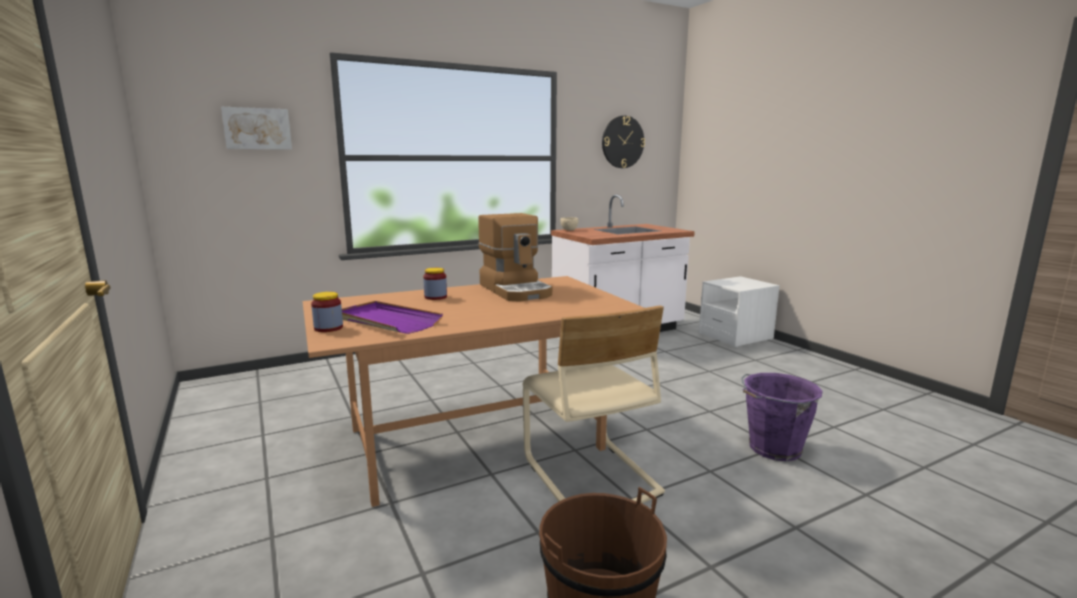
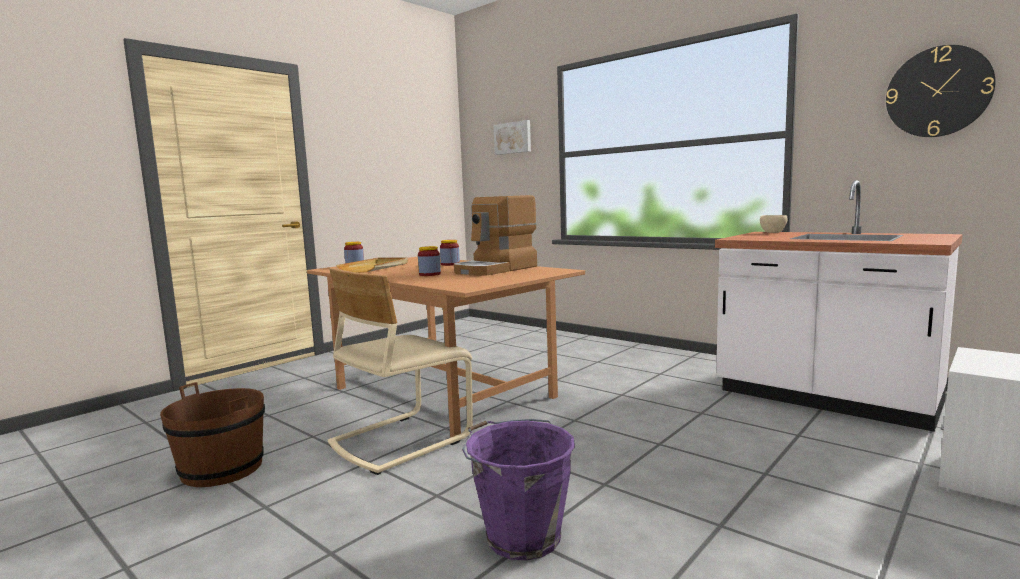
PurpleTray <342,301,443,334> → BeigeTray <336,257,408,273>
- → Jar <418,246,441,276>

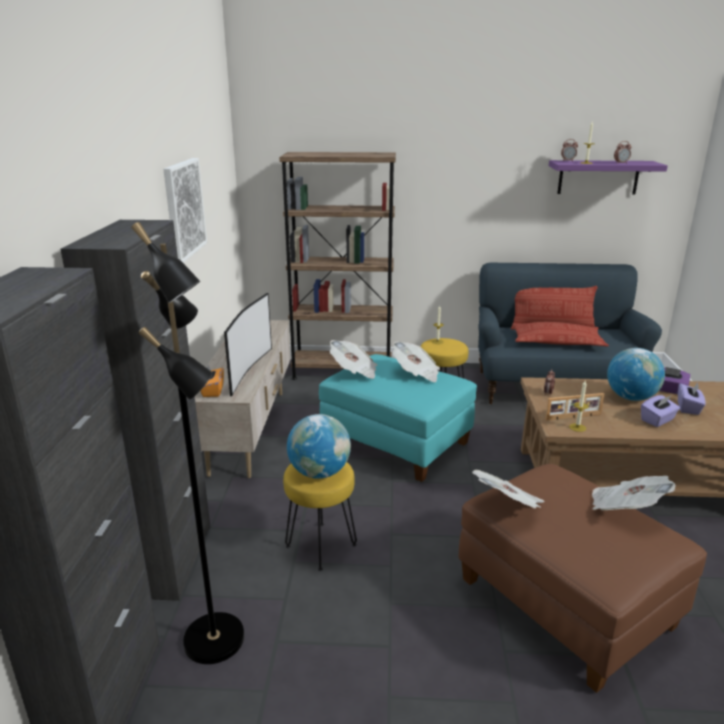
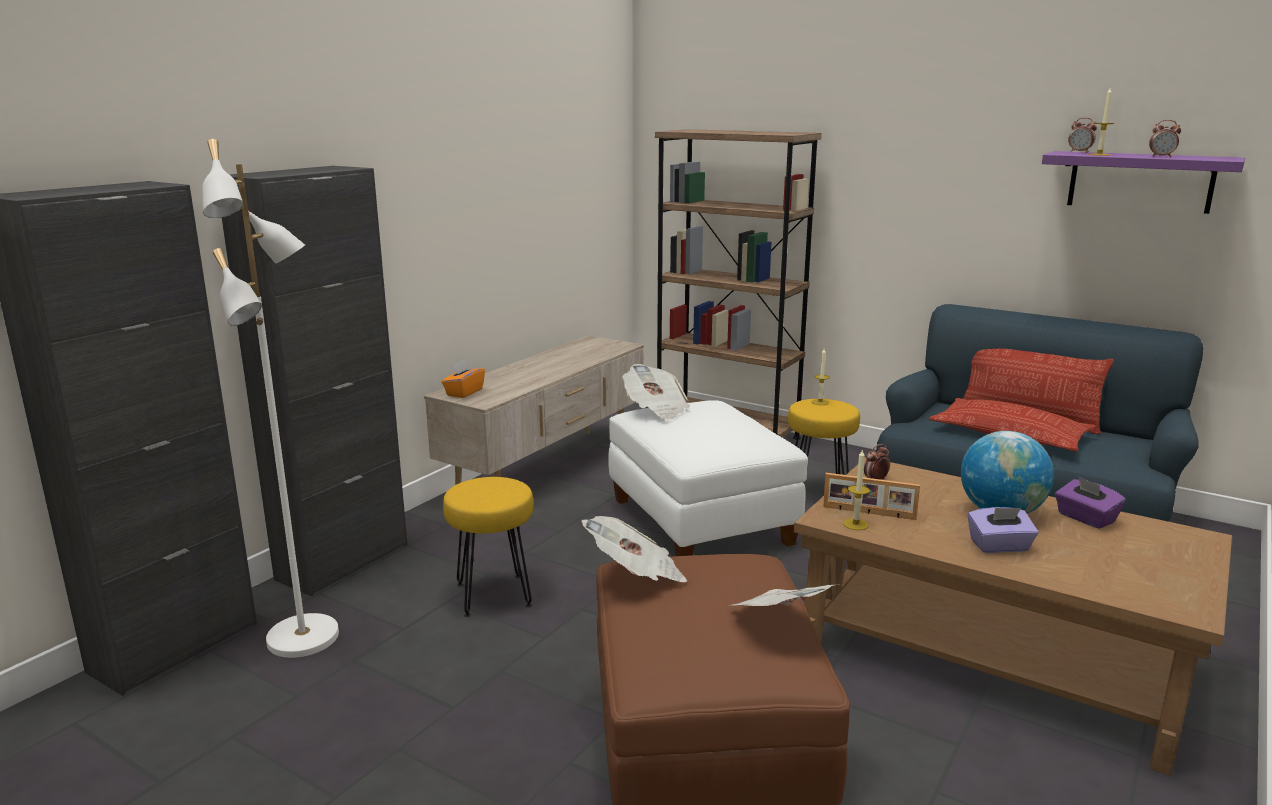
BlackFloorLamp <131,222,244,664> → WhiteFloorLamp <202,139,339,658>
TurquoiseOttoman <319,354,477,482> → WhiteOttoman <609,400,808,556>
Picture <163,158,207,263> → -
Television <224,293,272,396> → -
Globe <287,414,351,479> → -
Newspaper <392,341,440,382> → -
PurpleTissueBox <678,382,706,415> → -

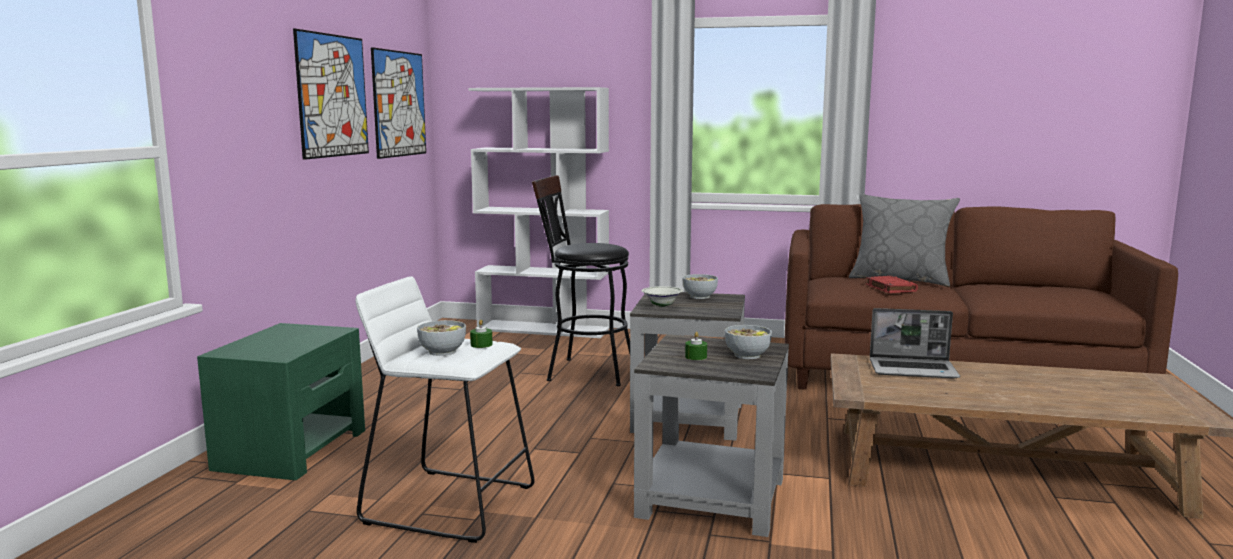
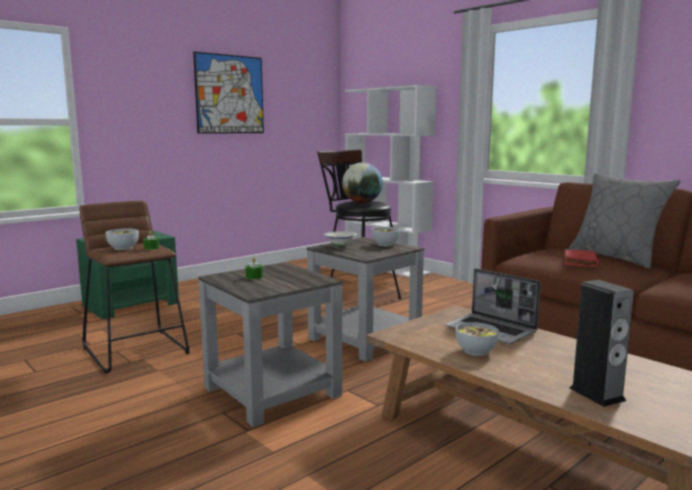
WhiteStool <355,276,535,543> → BrownStool <80,201,189,374>
- → Globe <342,162,383,203>
Bowl <725,325,772,359> → Bowl <456,322,499,356>, shifted
- → Speaker <570,280,634,407>
Picture <371,47,426,159> → -

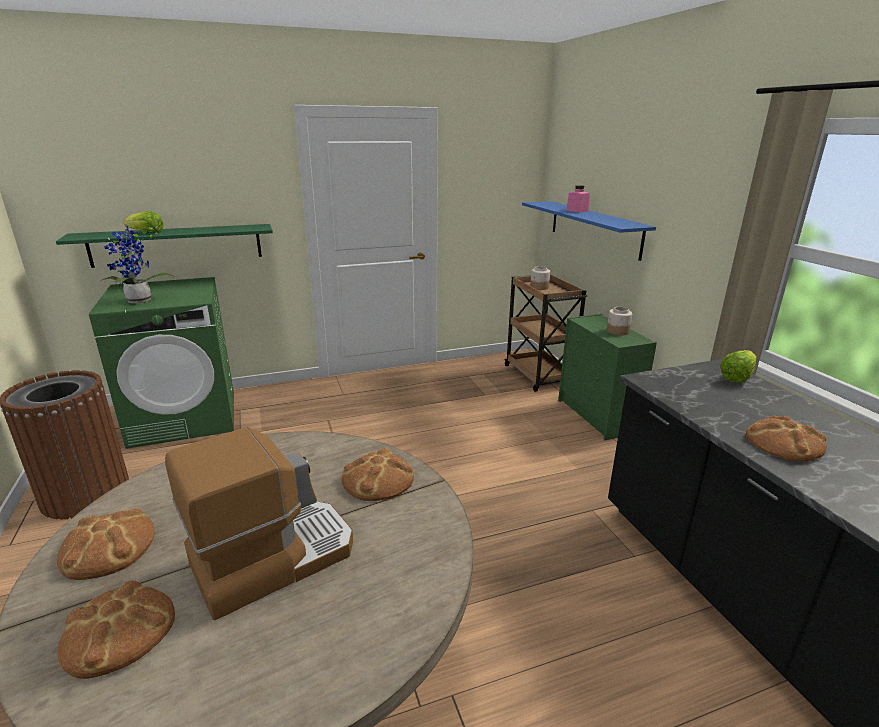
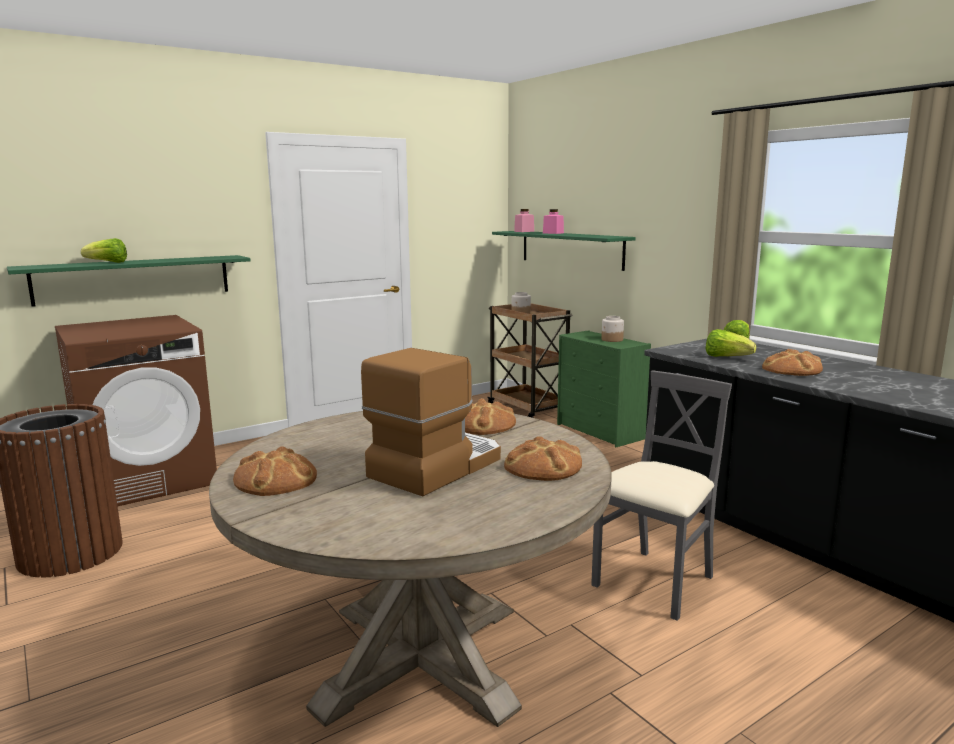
GreenWashingMachine <89,277,234,449> → BrownWashingMachine <55,315,217,506>
BlueShelf <522,201,656,261> → GreenShelf <492,231,636,271>
Bread <58,581,175,679> → Bread <504,436,582,481>, shifted
- → PinkJar <514,209,534,232>
- → GreyChair <591,371,732,620>
- → Lettuce <706,329,756,357>
PottedPlant <101,226,177,303> → -

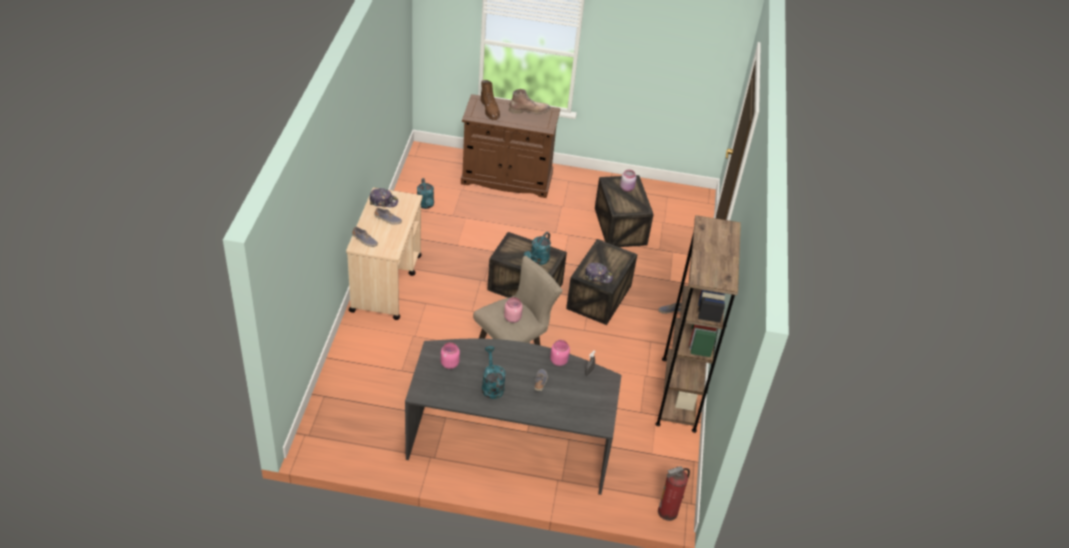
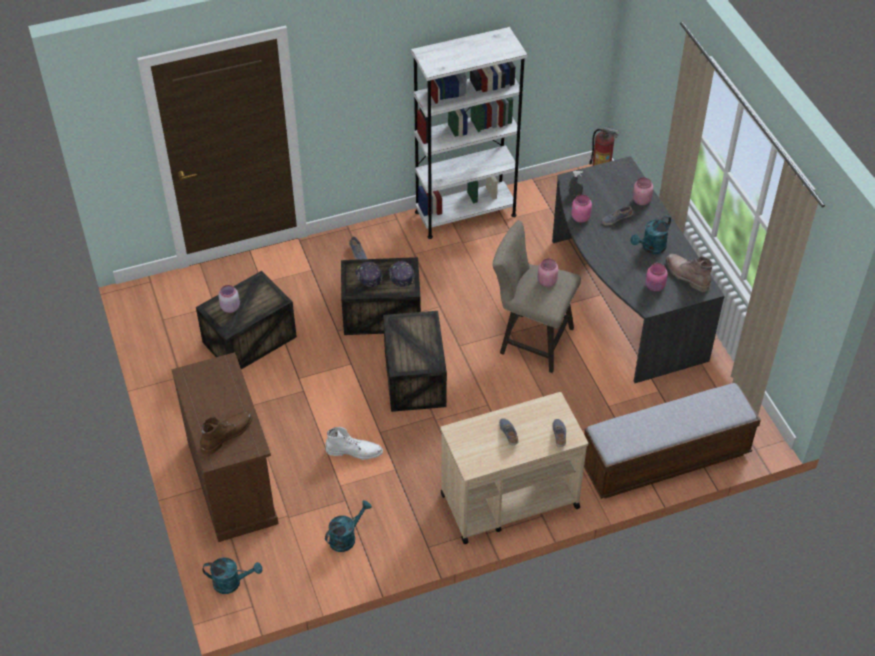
TurquoiseWateringCan <524,232,551,265> → TurquoiseWateringCan <203,557,262,594>, shifted
- → WhiteBoot <326,427,383,460>
Cap <369,188,398,207> → Cap <355,262,383,287>, shifted
BrownBookcase <655,215,741,433> → WhiteBookcase <411,27,527,239>
- → Bench <584,383,761,499>
- → PinkJar <633,177,653,205>
BrownBoot <509,89,550,115> → BrownBoot <666,254,713,292>, shifted

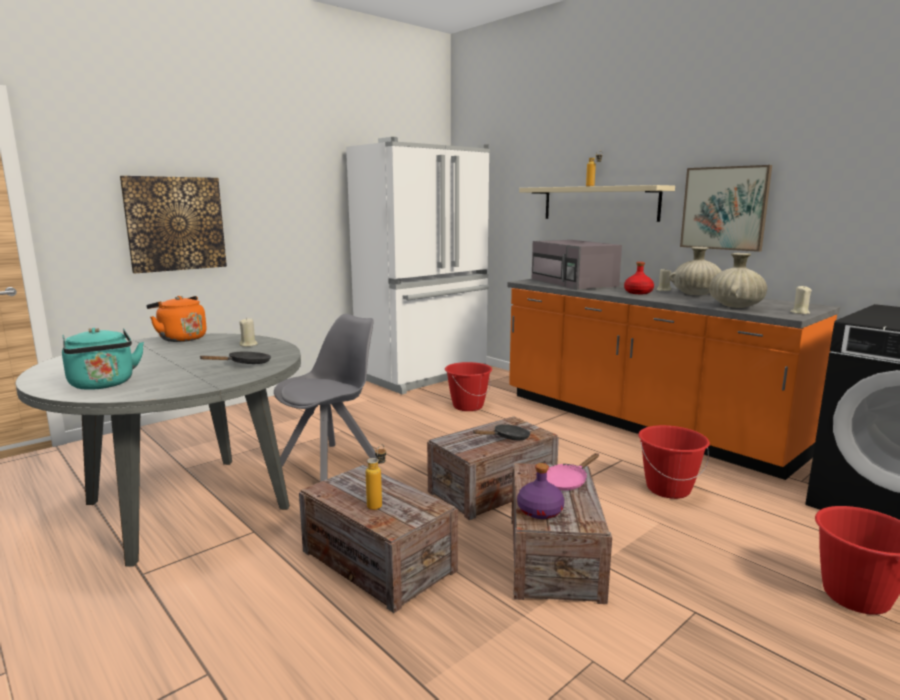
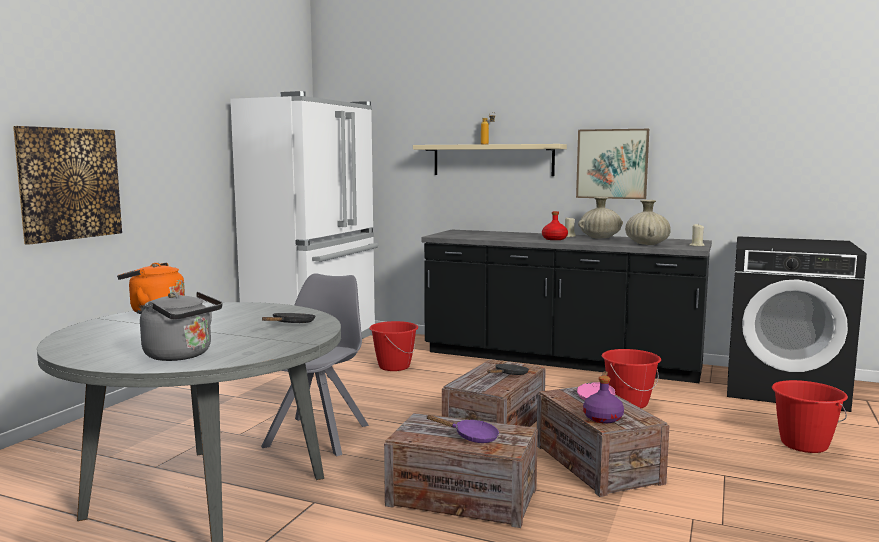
TurquoiseKettle <62,328,144,390> → GreyKettle <140,292,222,361>
OrangeCounter <507,279,840,480> → BlackCounter <421,230,712,383>
Bottle <366,444,386,510> → PurpleFryingPan <426,415,499,443>
BeigeCandle <239,317,258,347> → -
GreyMicrowave <532,240,622,290> → -

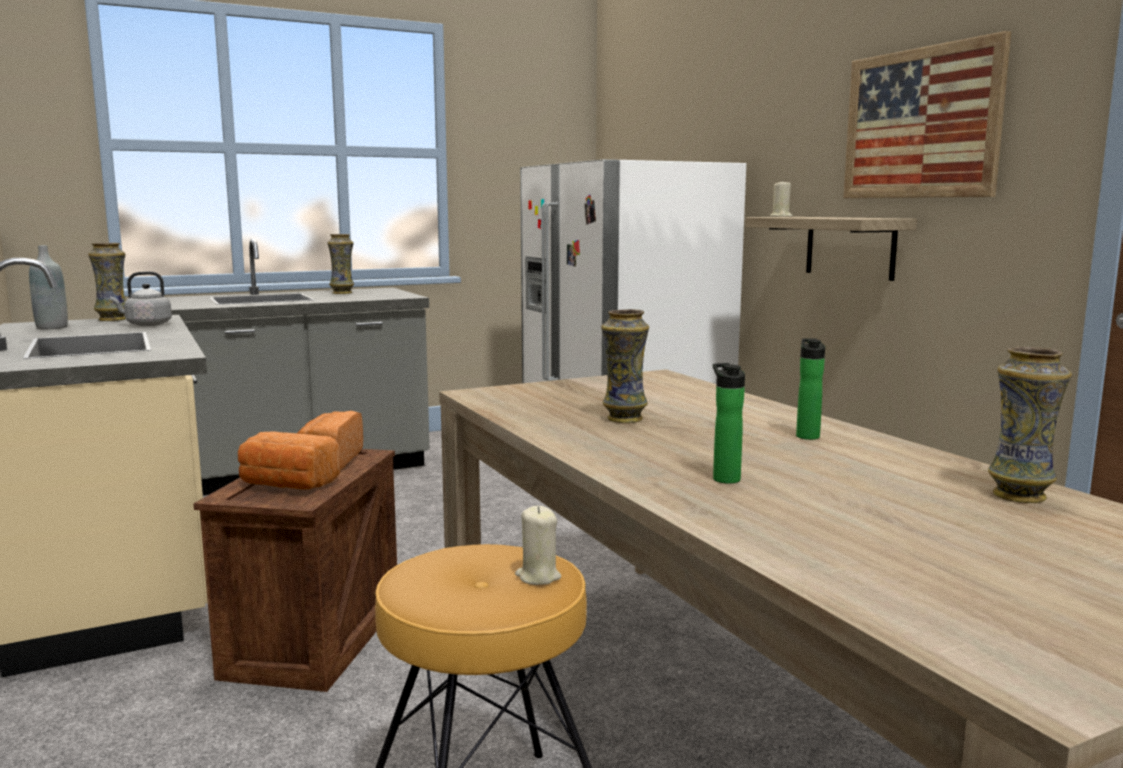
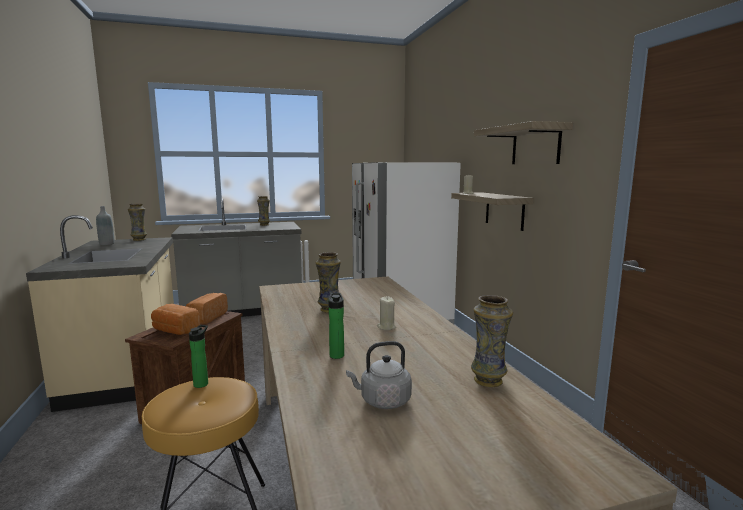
Bottle <796,338,825,440> → Bottle <189,325,208,388>, shifted
GreyKettle <110,271,172,326> → GreyKettle <346,341,412,409>, shifted
BeigeCandle <515,506,561,585> → BeigeCandle <377,297,396,330>, shifted
Picture <843,31,1011,198> → Shelf <474,121,573,164>

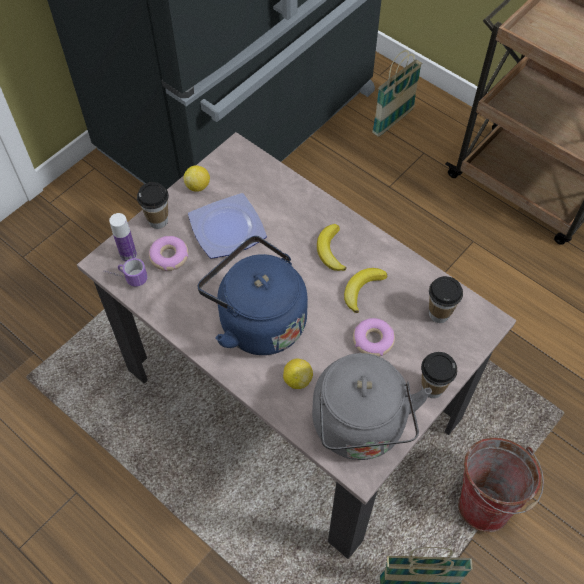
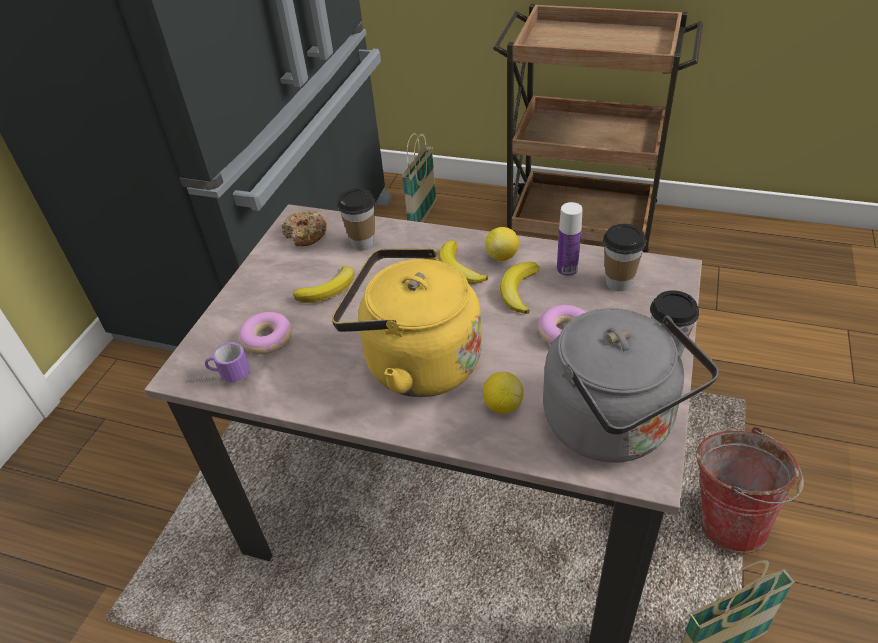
- → Donut <281,210,327,246>
Plate <188,193,267,259> → Banana <293,266,354,303>
BlueKettle <198,236,308,355> → YellowKettle <332,248,482,397>
Cup <137,182,169,229> → Cup <337,188,375,250>, shifted
Lemon <184,165,210,192> → Lemon <485,227,519,261>, shifted
Bottle <109,213,137,262> → Bottle <557,202,583,278>, shifted

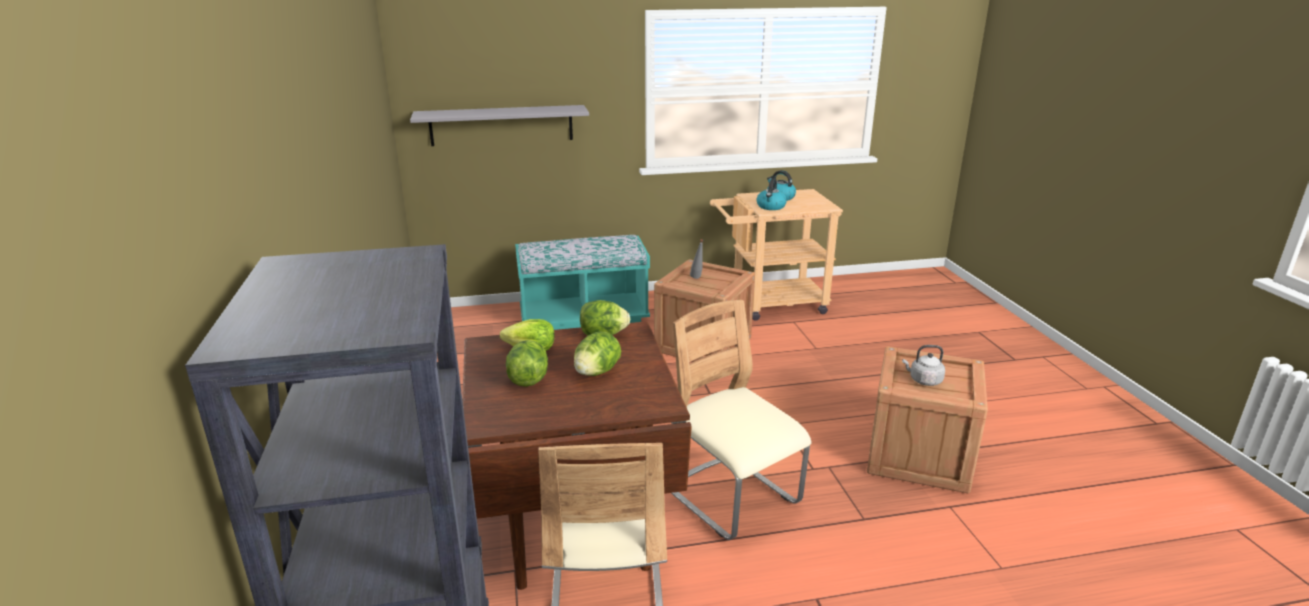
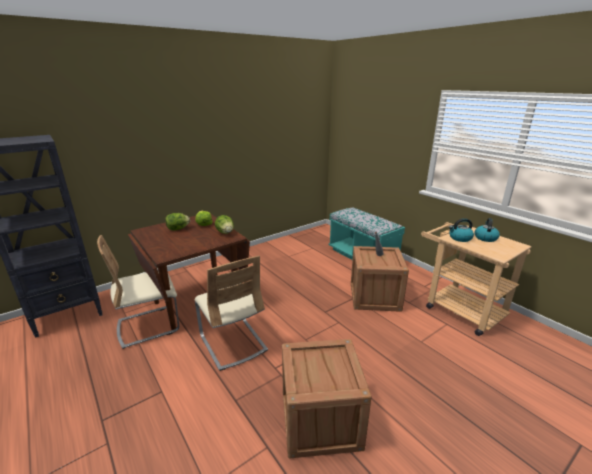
BeigeChair <671,300,811,540> → BeigeChair <195,256,268,371>, 120 degrees clockwise
GreyShelf <410,105,589,146> → -
Lettuce <574,332,621,376> → -
GreyKettle <902,345,945,386> → -

